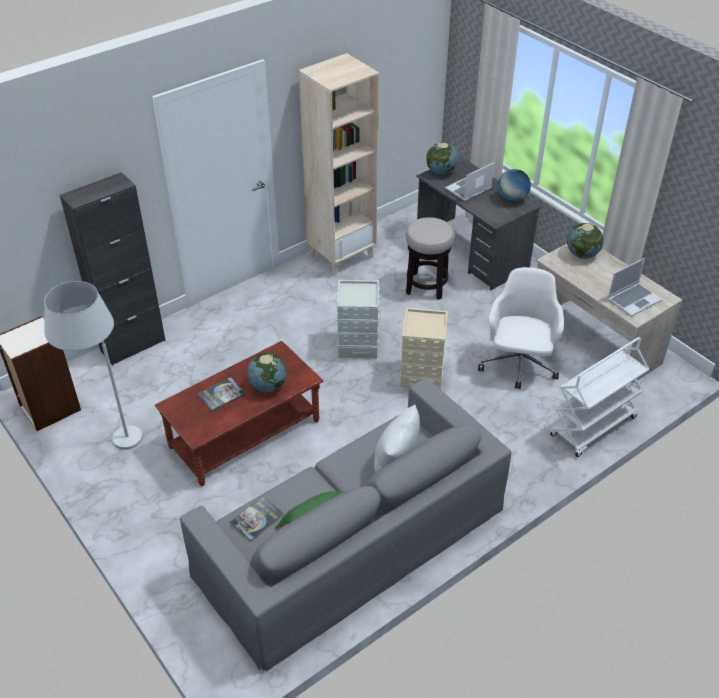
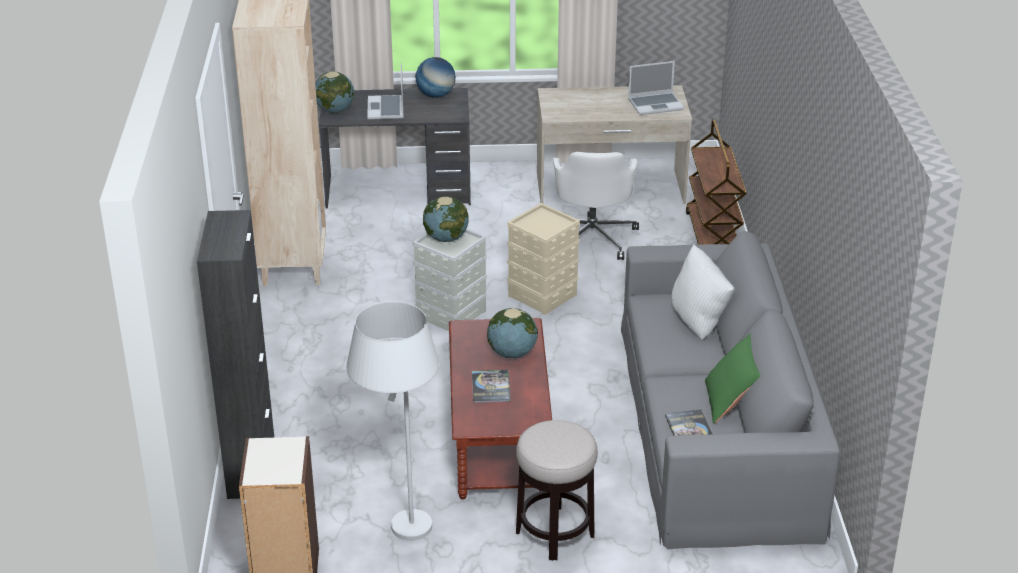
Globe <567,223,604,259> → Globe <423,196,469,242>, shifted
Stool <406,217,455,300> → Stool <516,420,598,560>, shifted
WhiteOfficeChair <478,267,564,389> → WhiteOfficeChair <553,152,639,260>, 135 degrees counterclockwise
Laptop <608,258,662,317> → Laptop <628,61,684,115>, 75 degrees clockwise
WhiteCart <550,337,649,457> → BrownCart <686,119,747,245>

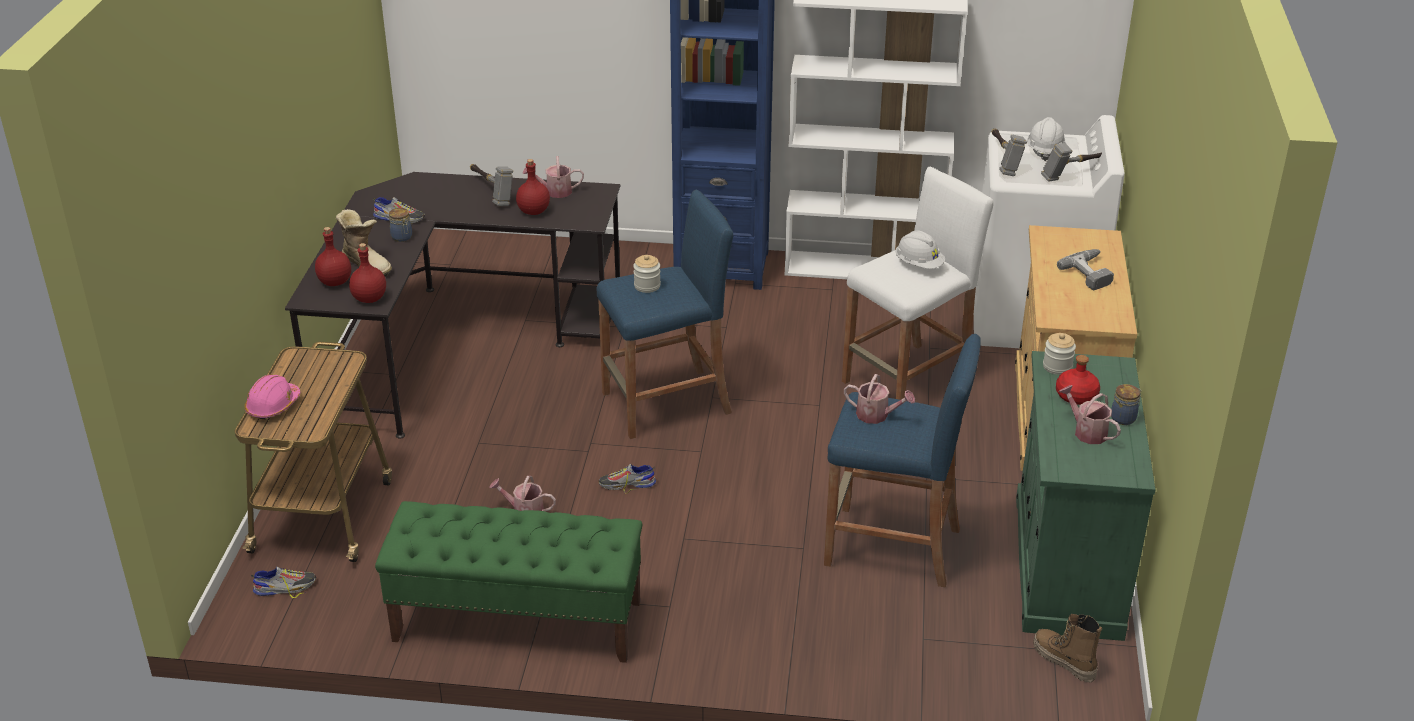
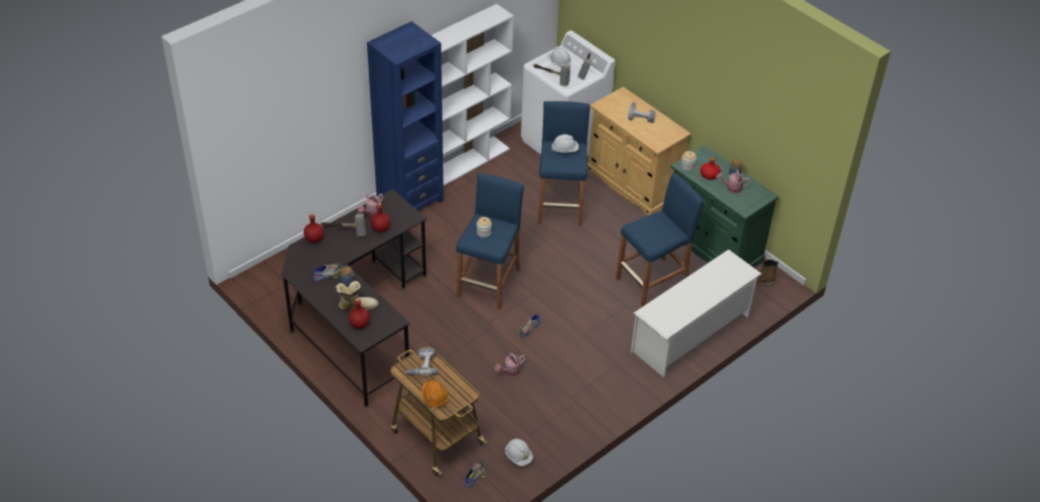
RedBottle <349,243,386,303> → RedBottle <304,213,324,243>, shifted
- → PowerDrill <406,348,438,376>
PinkHardHat <245,374,300,419> → OrangeHardHat <422,380,448,407>
- → WhiteHardHat <505,438,533,466>
WhiteStool <842,167,994,400> → BlueStool <538,101,590,226>
- → WhiteShoeRack <631,249,762,377>
GreenBench <375,501,642,663> → -
WateringCan <844,374,915,424> → -

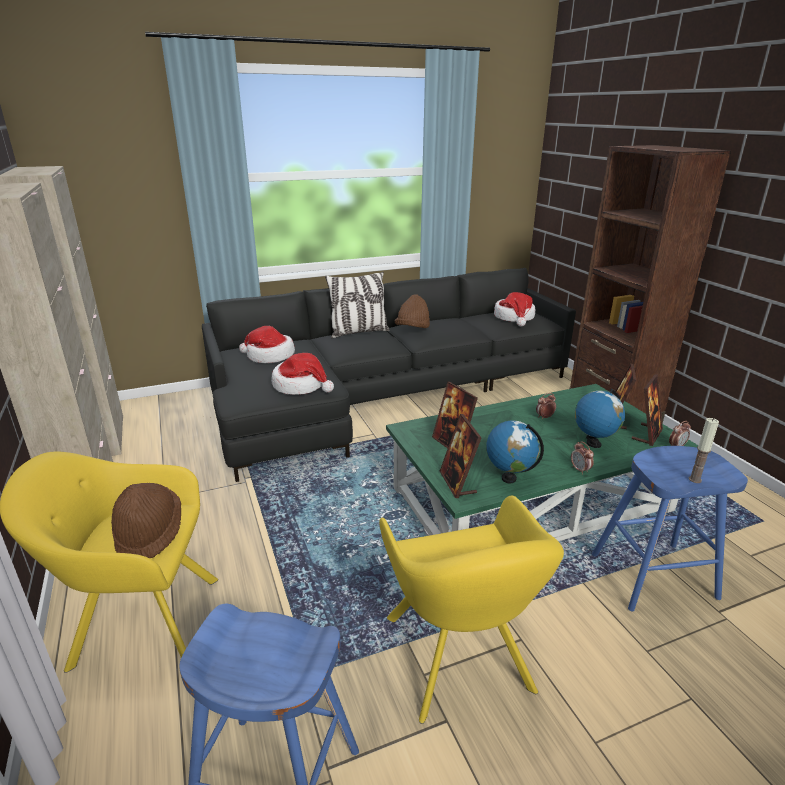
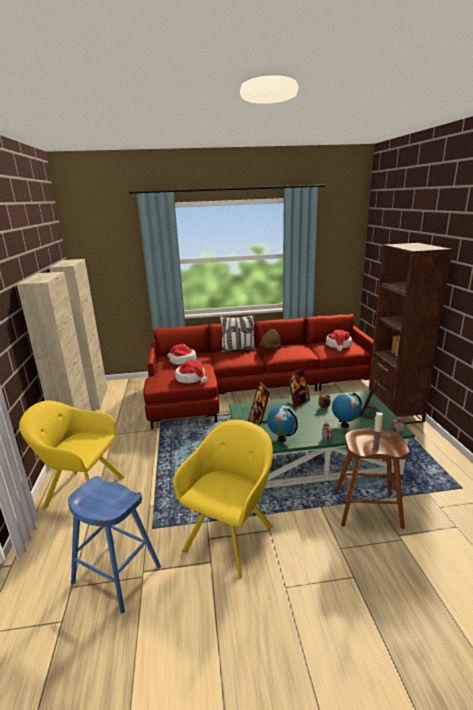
BlackSofa <202,268,576,482> → RedSofa <143,314,374,429>
YellowArmchair <379,496,564,724> → YellowArmchair <173,420,273,579>, 150 degrees counterclockwise
PictureFrame <632,374,663,446> → PictureFrame <287,369,310,408>, shifted
BlueStool <592,446,748,611> → BrownStool <335,429,409,529>
BrownHat <111,483,181,558> → -

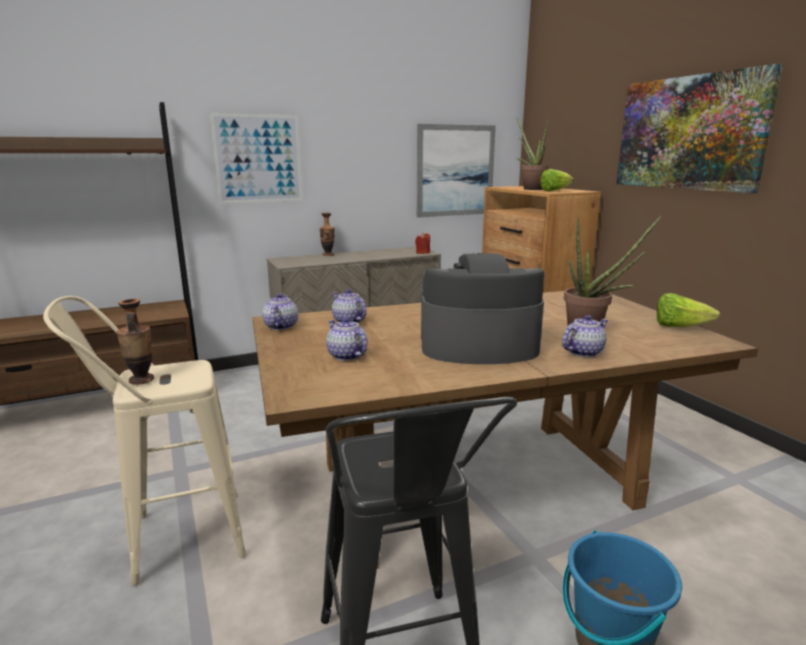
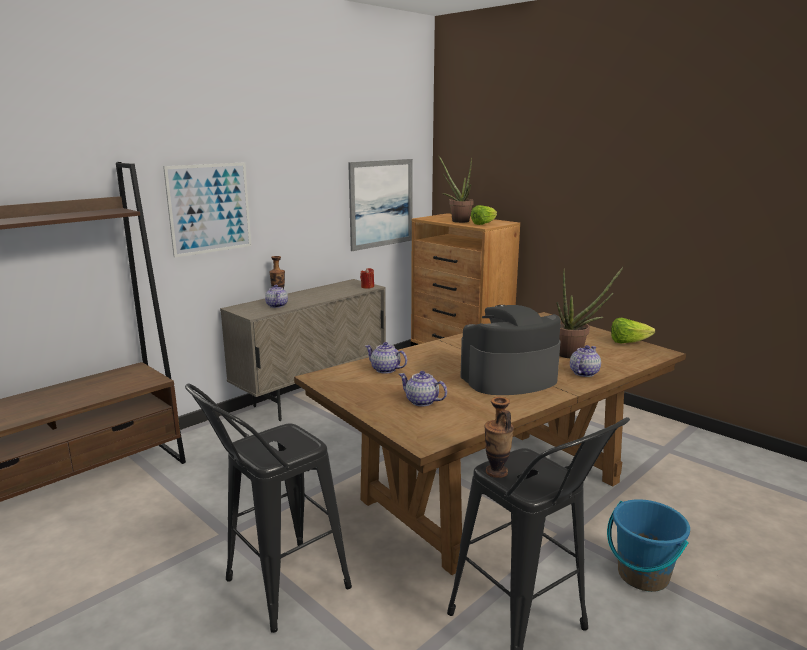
BeigeStool <43,296,246,586> → BlackStool <185,383,352,633>
Teapot <262,293,298,330> → Teapot <265,285,288,308>, shifted
Vase <117,299,154,385> → Vase <484,397,514,478>, shifted
Picture <616,64,783,193> → -

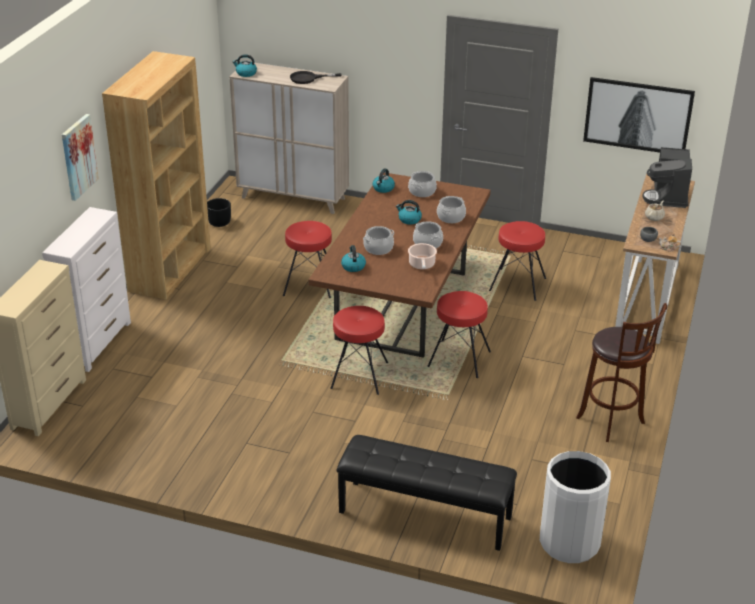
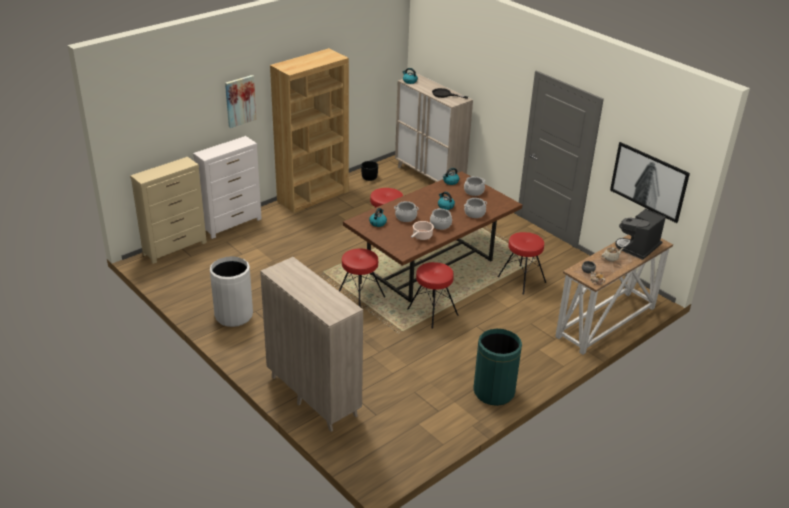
WhiteTrashCan <540,451,611,563> → WhiteTrashCan <210,256,253,327>, shifted
BlackBench <337,435,517,551> → BeigeCabinet <260,257,363,432>
BrownStool <576,303,667,442> → GreenTrashCan <473,329,522,406>

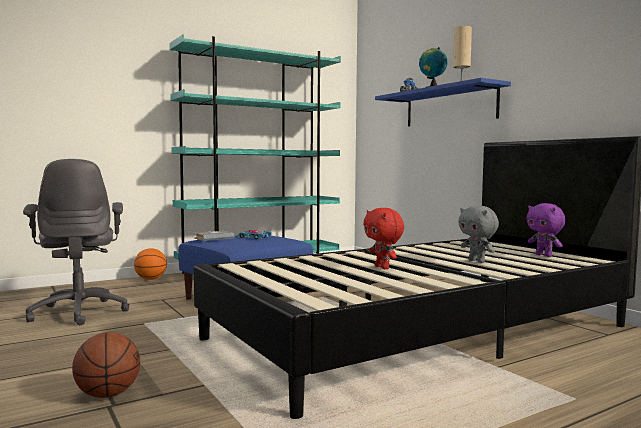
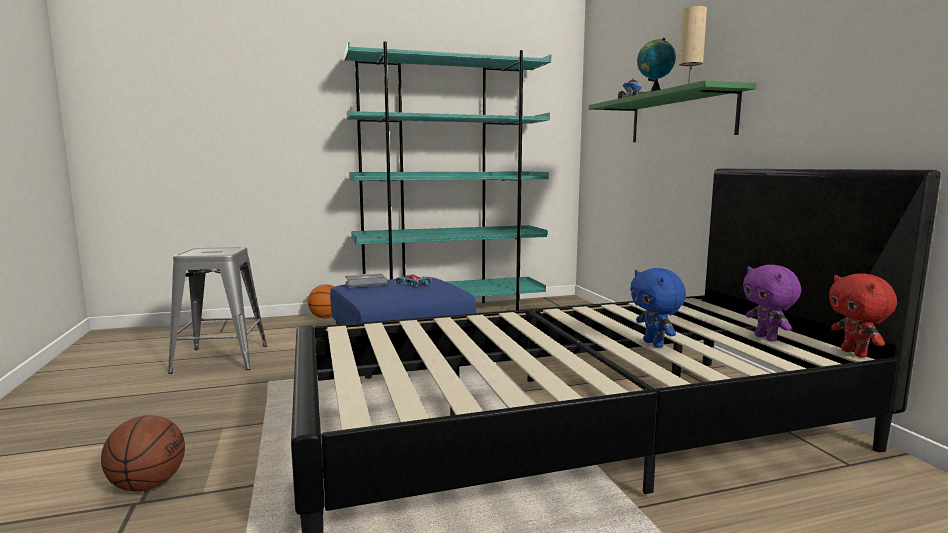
GreyOfficeChair <23,159,129,325> → GreyStool <168,247,267,374>
BlueShelf <375,78,511,127> → GreenShelf <589,80,756,142>
GreyPlushToy <458,205,499,263> → BluePlushToy <630,268,686,348>
RedPlushToy <363,208,404,269> → RedPlushToy <828,273,897,357>, shifted

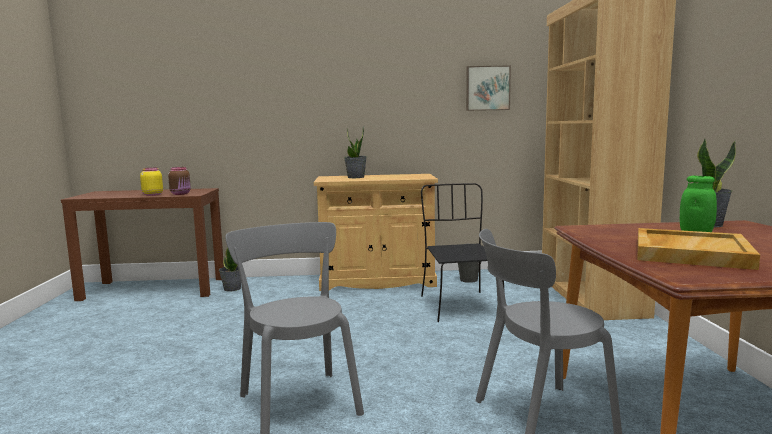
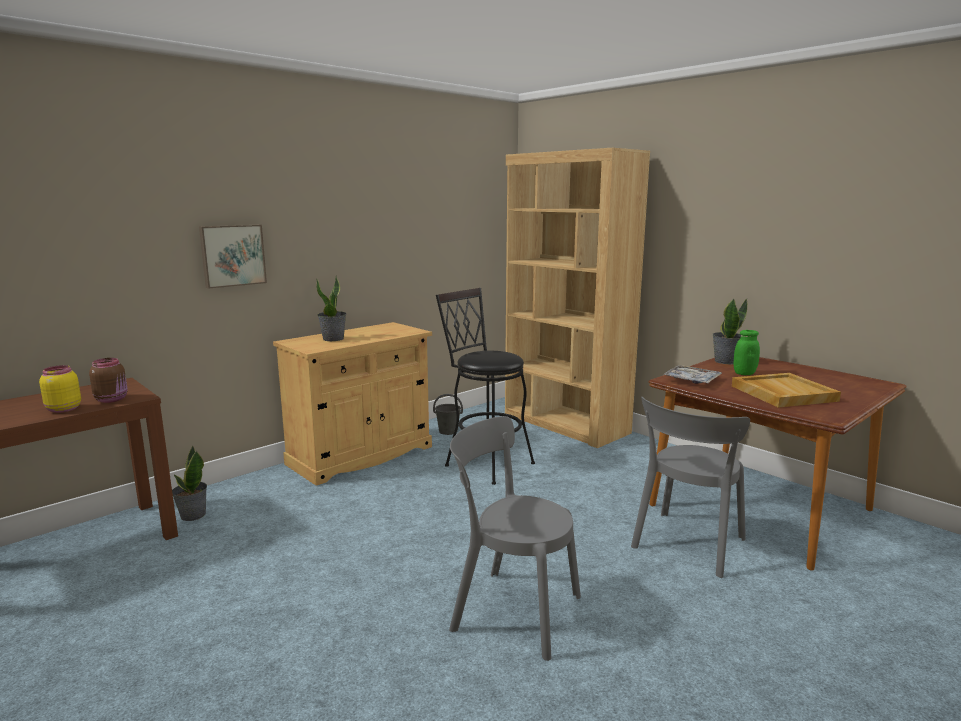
Picture <466,66,511,111> → Picture <199,225,267,289>, shifted
BlackChair <421,183,505,322> → BlackStool <436,288,535,485>
- → Tray <663,365,722,384>

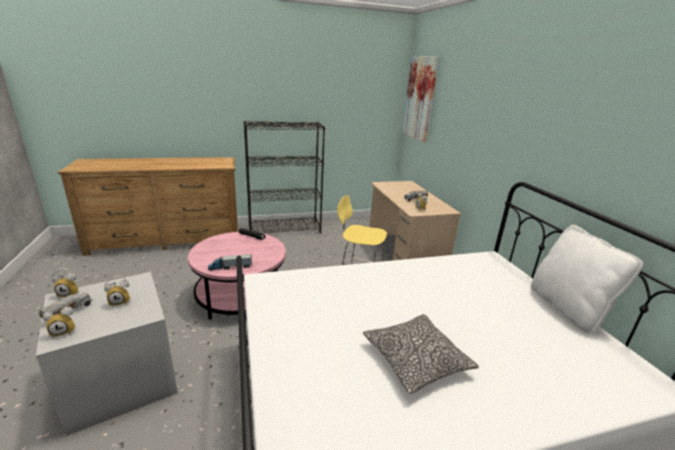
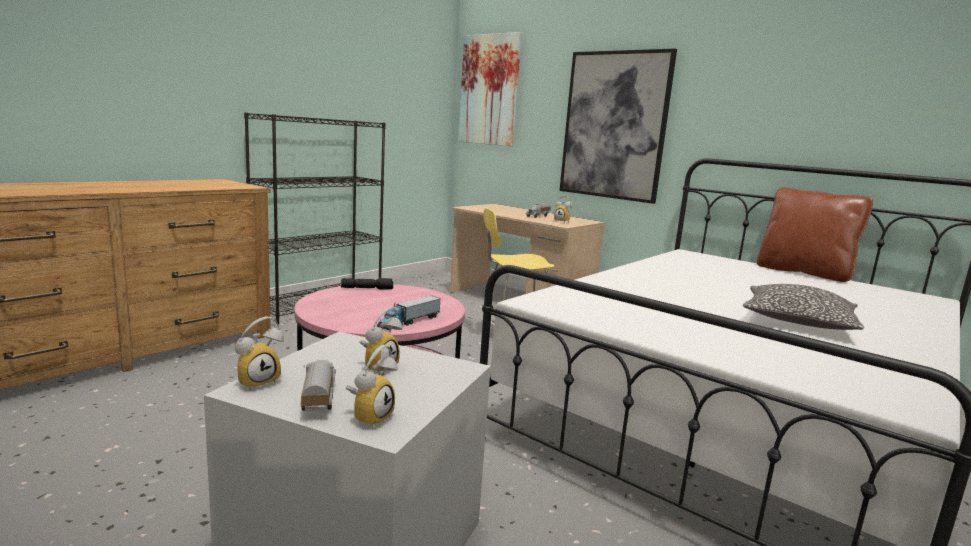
- → Picture <559,48,677,204>
WhitePillow <531,225,643,333> → BrownPillow <757,187,873,282>

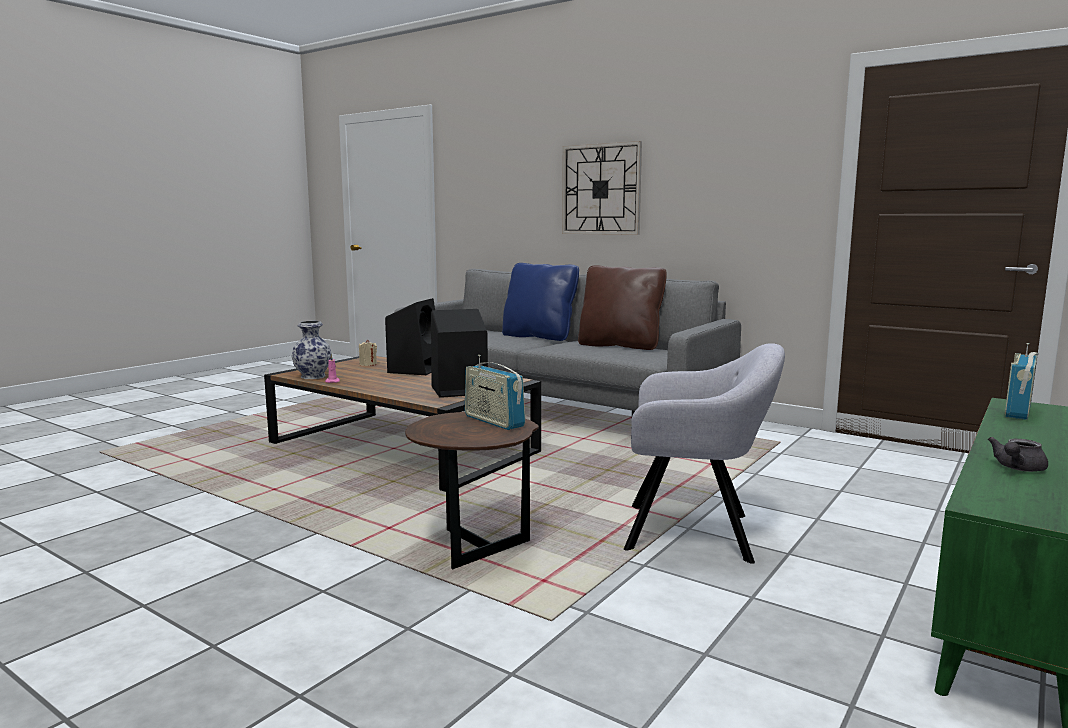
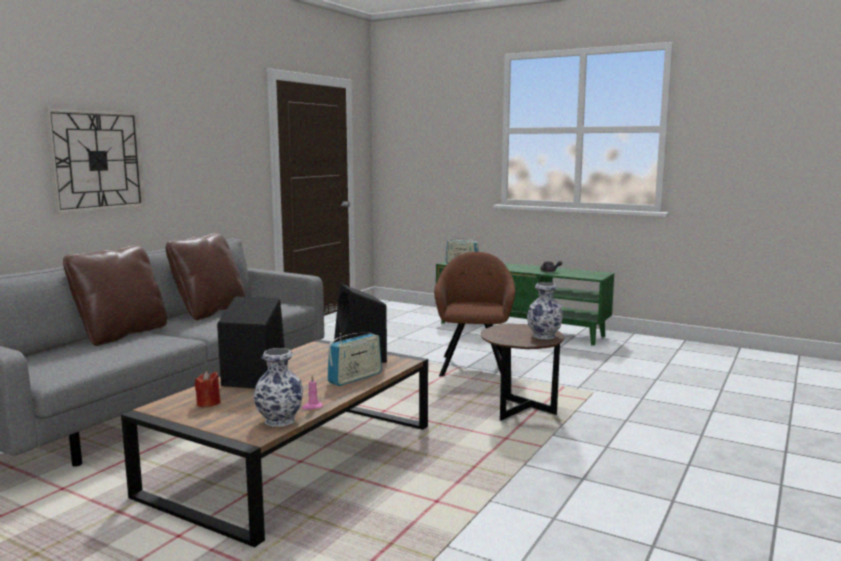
BluePillow <502,263,579,341> → BrownPillow <63,245,167,346>
BeigeCandle <359,340,377,366> → RedCandle <195,371,220,408>
Radio <465,355,525,430> → Radio <327,333,382,386>, shifted
GreyArmchair <624,343,785,564> → BrownArmchair <434,252,515,377>
- → Vase <527,282,563,340>

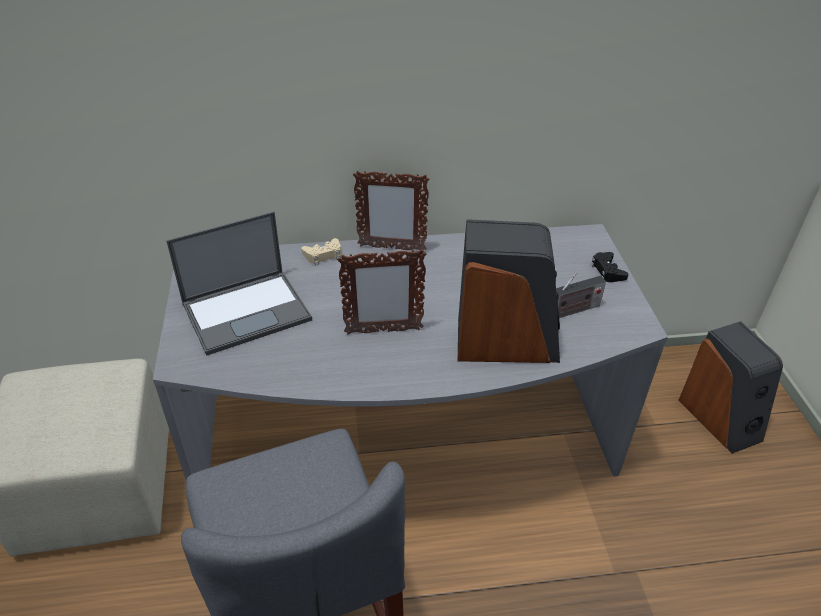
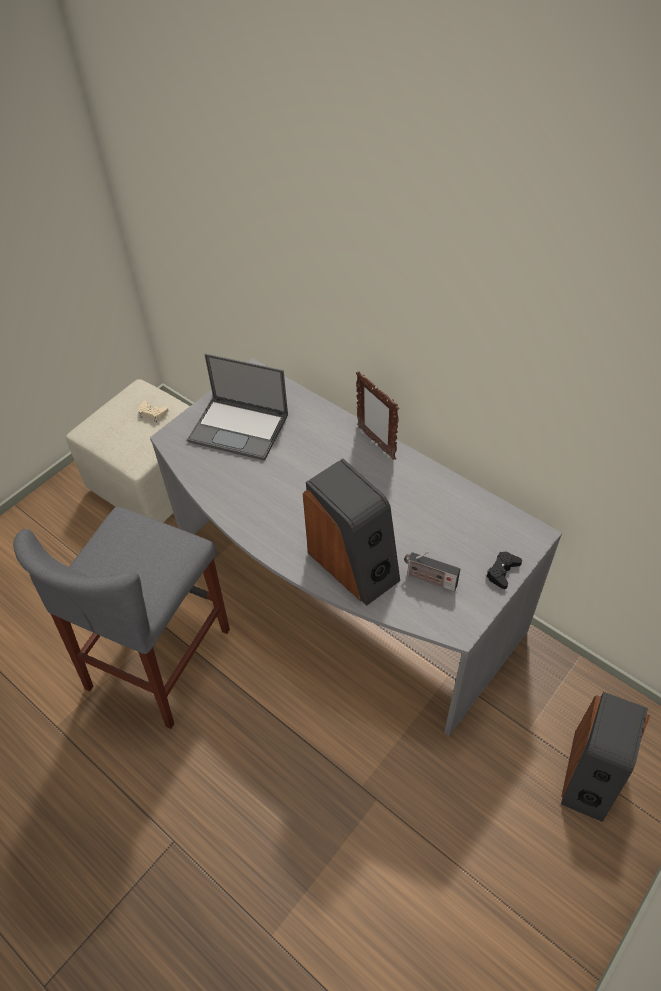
BeigeGameController <301,238,341,266> → BeigeGameController <138,401,169,422>, shifted
PictureFrame <337,249,427,335> → -

